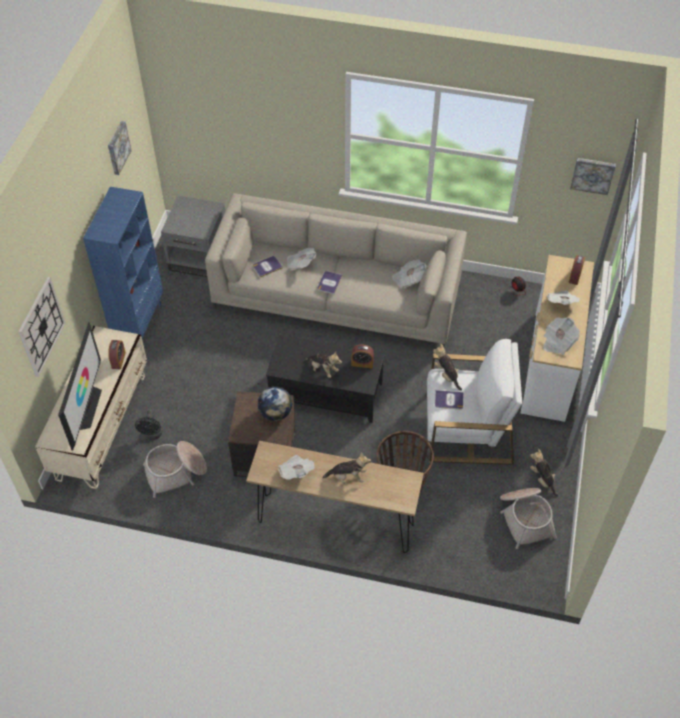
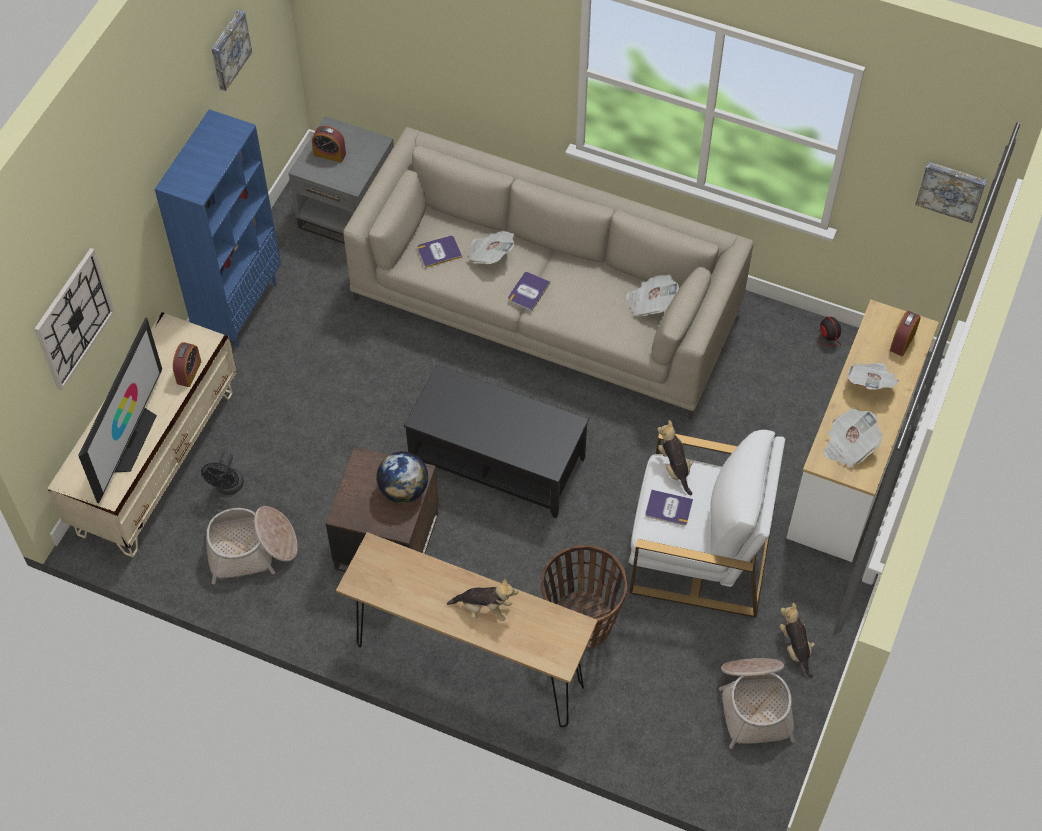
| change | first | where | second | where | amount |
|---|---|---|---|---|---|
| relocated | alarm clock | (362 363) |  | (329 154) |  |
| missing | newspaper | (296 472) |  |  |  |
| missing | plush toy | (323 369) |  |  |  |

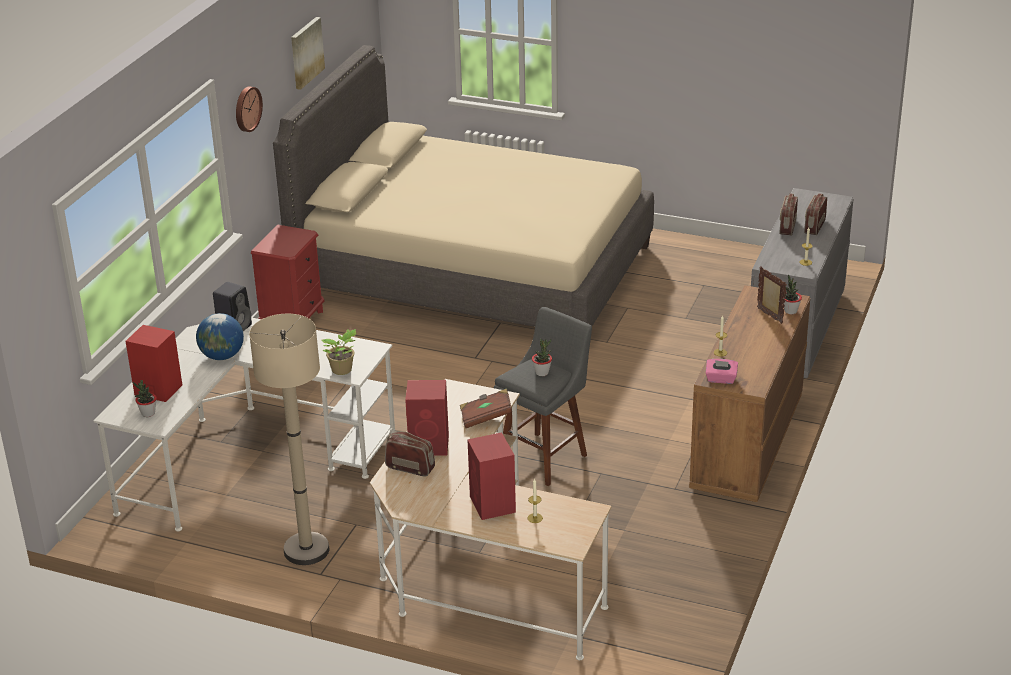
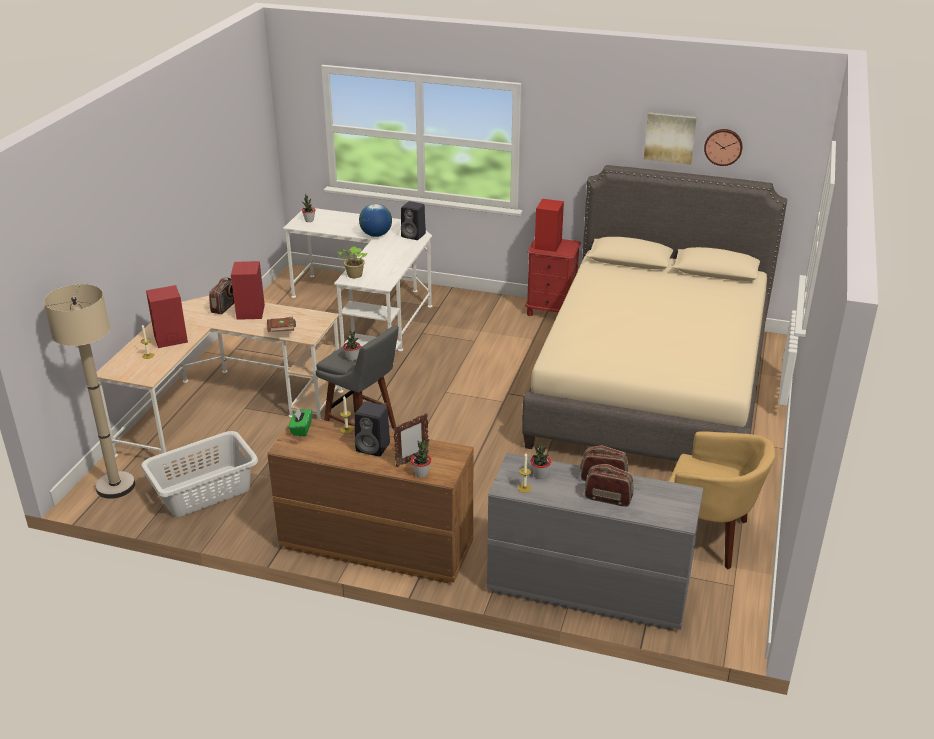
| change | first | where | second | where | amount |
|---|---|---|---|---|---|
| relocated | floor lamp (beige) | (306 550) |  | (115 486) |  |
| appeared |  |  | laundry basket (grey) | (203 491) |  |
| colour | tissue box (pink) | (721 379) | tissue box (green) | (301 429) |  |
| appeared |  |  | speaker (black) | (374 447) |  |
| appeared |  |  | potted plant | (540 475) |  |
| relocated | speaker (red) | (157 389) |  | (548 244) |  |
| appeared |  |  | armchair (yellow) | (707 536) |  |
| relocated | wall clock | (246 108) |  | (723 146) |  |

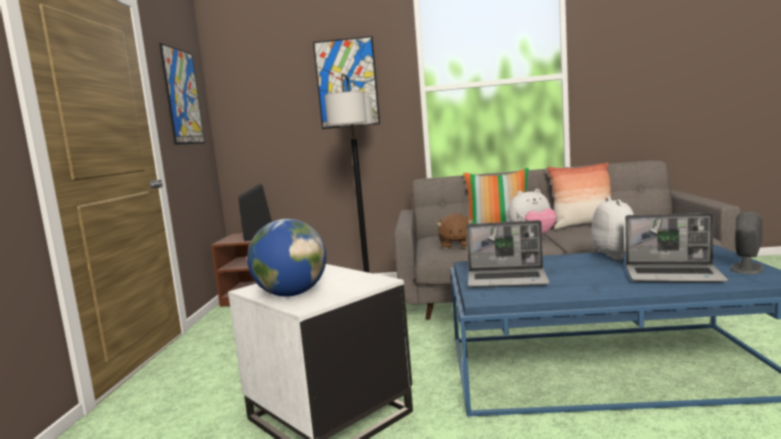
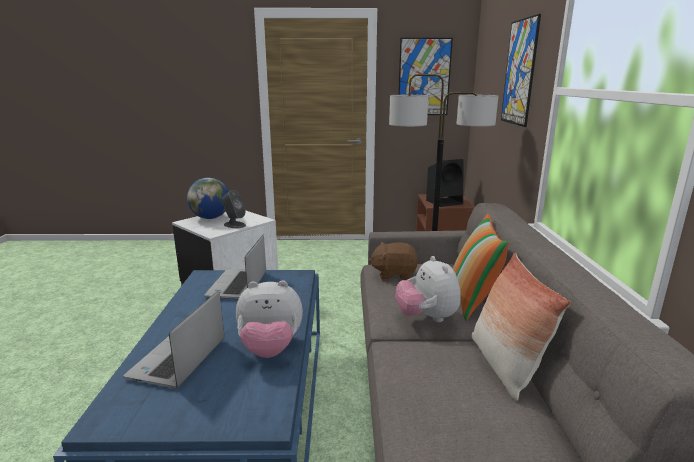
| change | first | where | second | where | amount |
|---|---|---|---|---|---|
| relocated | speaker (grey) | (746 269) |  | (234 225) |  |

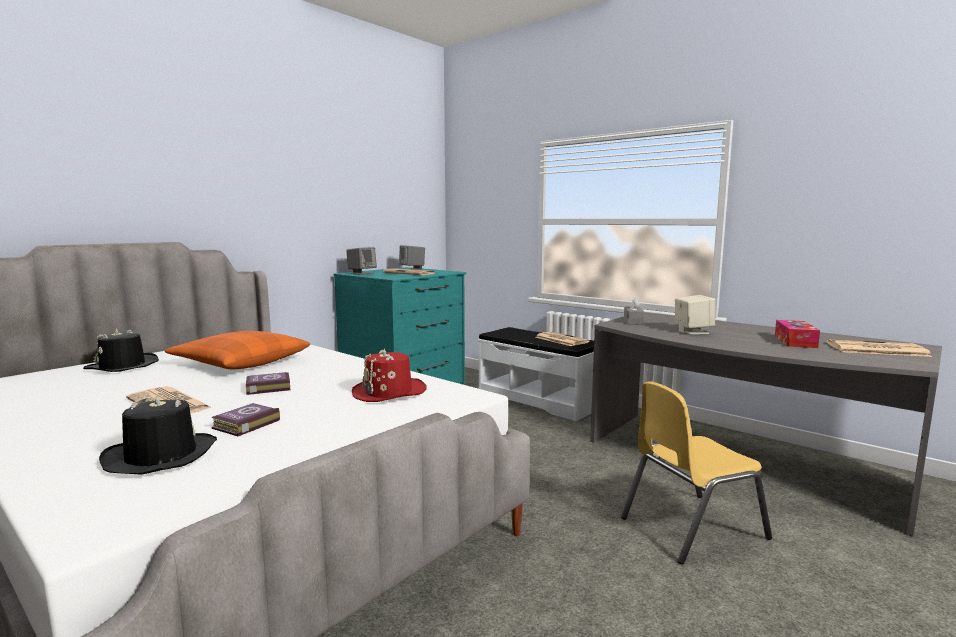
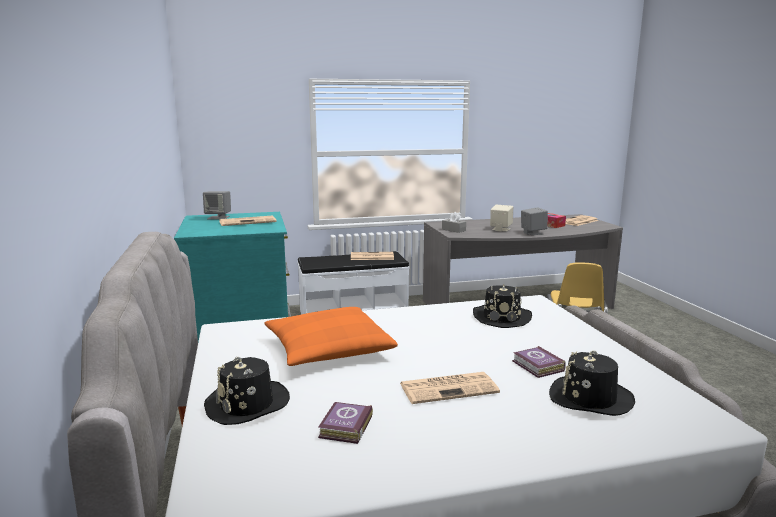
| change | first | where | second | where | amount |
|---|---|---|---|---|---|
| relocated | book | (267 387) |  | (344 427) |  |
| colour | hat (red) | (389 392) | hat (black) | (502 317) |  |
| relocated | speaker (grey) | (362 273) |  | (532 233) |  |

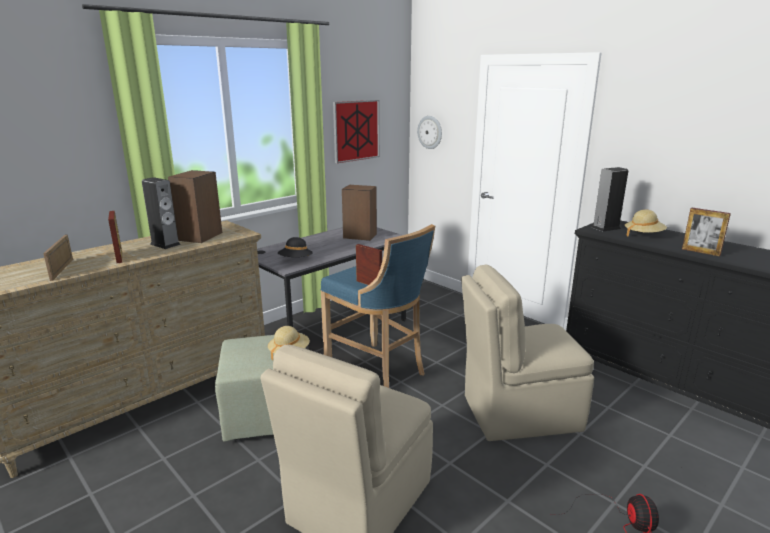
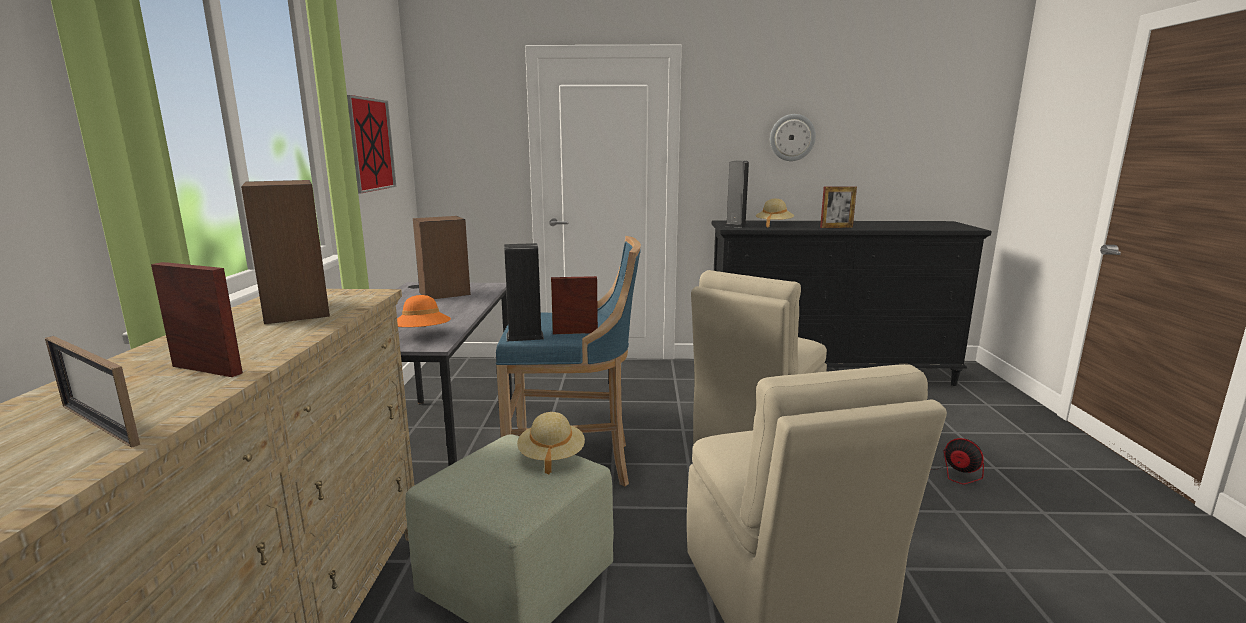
| change | first | where | second | where | amount |
|---|---|---|---|---|---|
| colour | hat (black) | (295 260) | hat (orange) | (423 334) |  |
| relocated | speaker | (165 244) |  | (525 336) |  |
| relocated | wall clock | (430 132) |  | (792 137) |  |

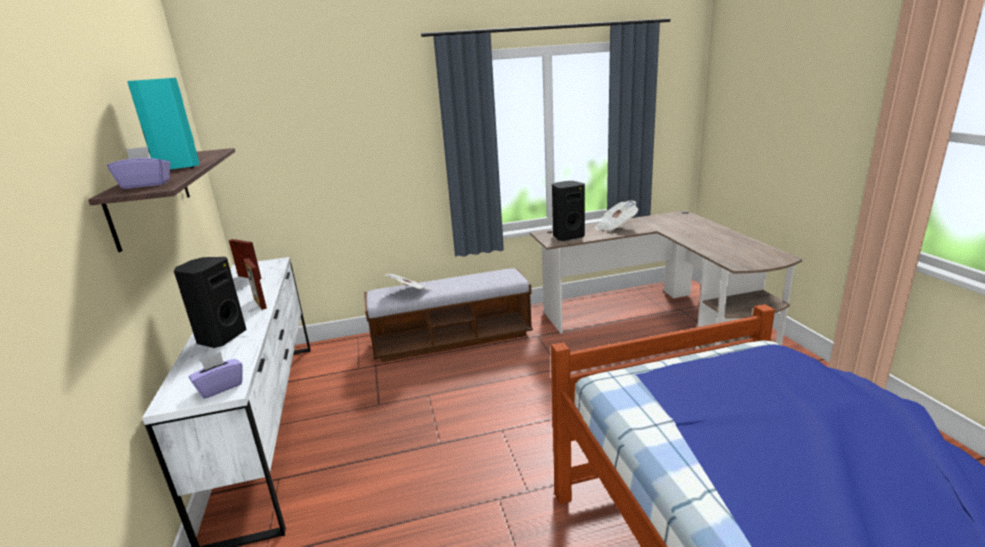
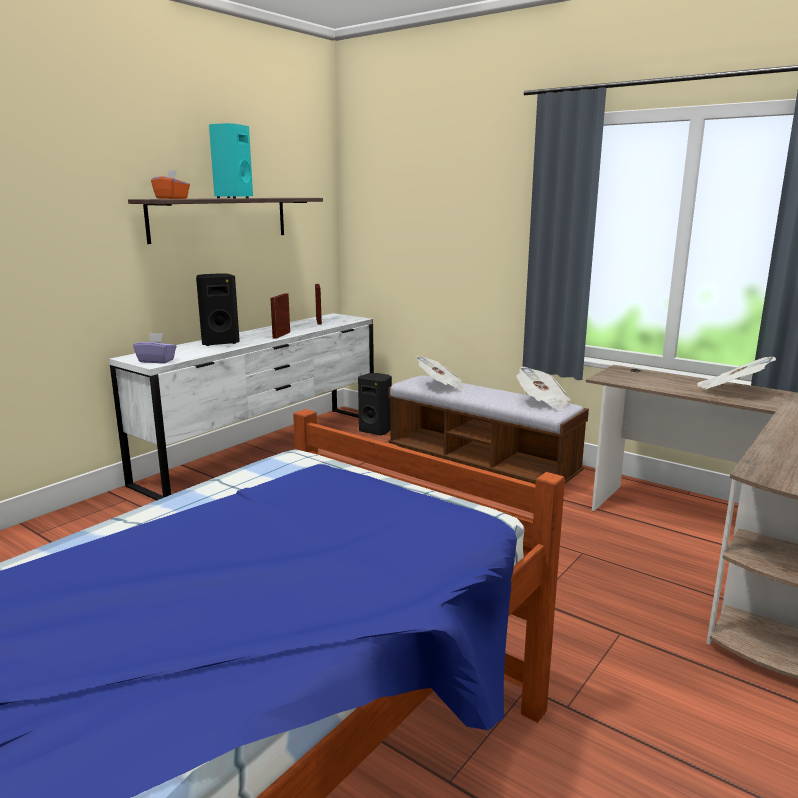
| change | first | where | second | where | amount |
|---|---|---|---|---|---|
| colour | tissue box (purple) | (146 185) | tissue box (orange) | (172 198) |  |
| relocated | speaker (black) | (567 236) |  | (376 430) |  |
| appeared |  |  | newspaper | (542 402) |  |

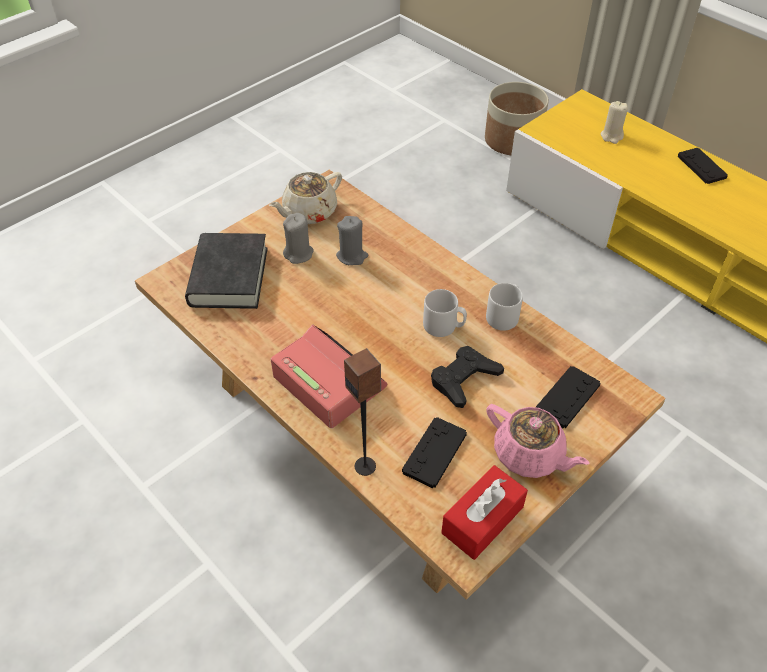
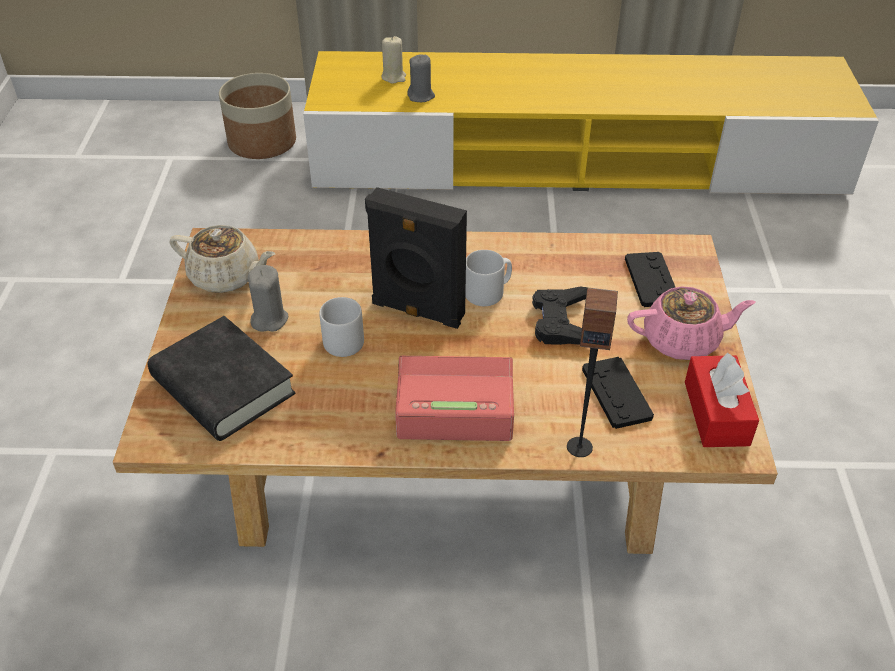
| change | first | where | second | where | amount |
|---|---|---|---|---|---|
| spun | teapot (beige) | (309 212) |  | (226 277) | 75 degrees counterclockwise |
| relocated | mug (grey) | (504 316) |  | (343 339) |  |
| appeared |  |  | speaker (black) | (417 311) |  |
| relocated | candle (grey) | (352 256) |  | (421 96) |  |
| missing | game controller (black) | (701 166) |  |  |  |

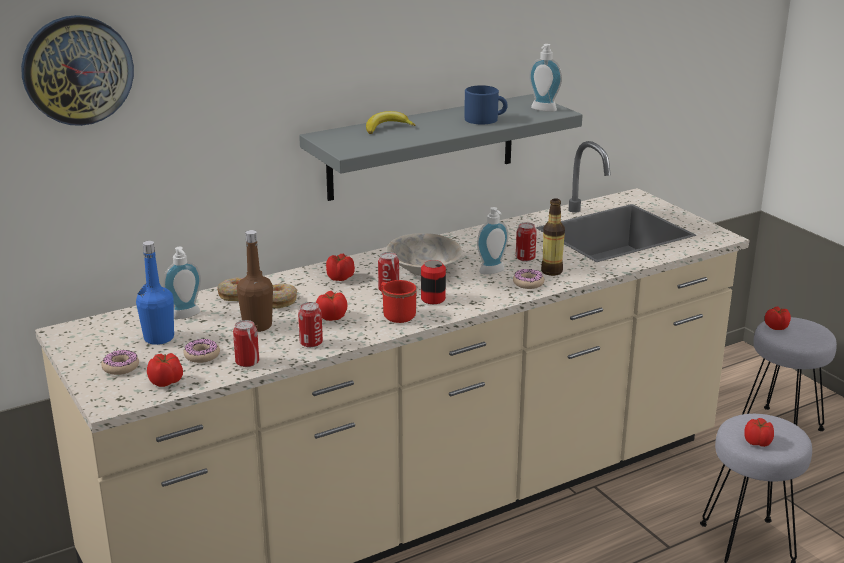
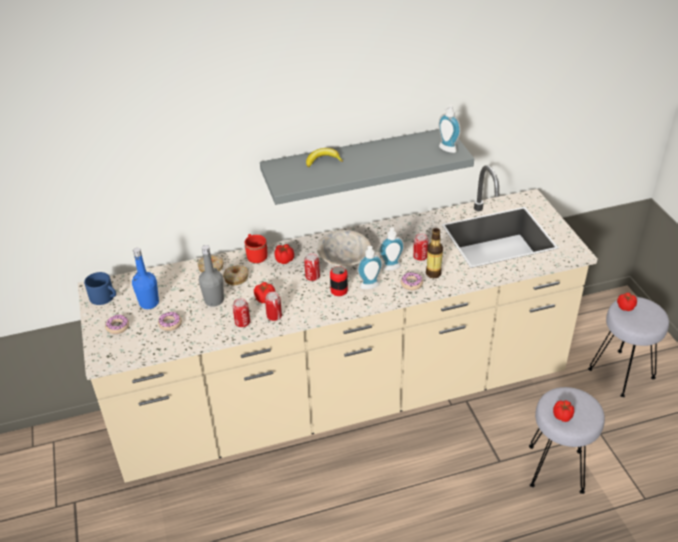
| change | first | where | second | where | amount |
|---|---|---|---|---|---|
| relocated | mug (blue) | (485 119) |  | (104 297) |  |
| colour | bottle (brown) | (257 326) | bottle (grey) | (214 300) |  |
| relocated | mug (red) | (396 315) |  | (256 255) |  |
| relocated | can | (247 362) |  | (274 316) |  |
| relocated | soap dispenser | (186 316) |  | (370 287) |  |
| missing | wall clock | (77 70) |  |  |  |
| missing | tomato | (166 382) |  |  |  |

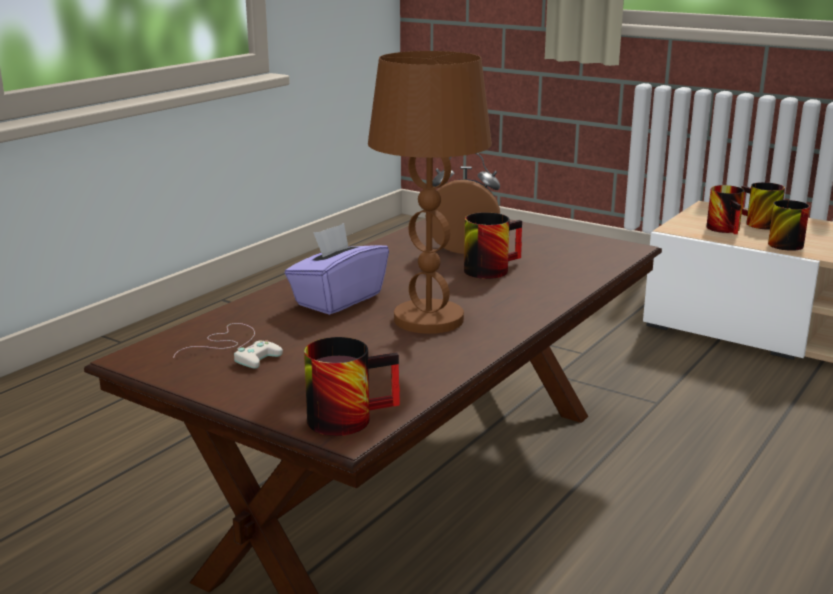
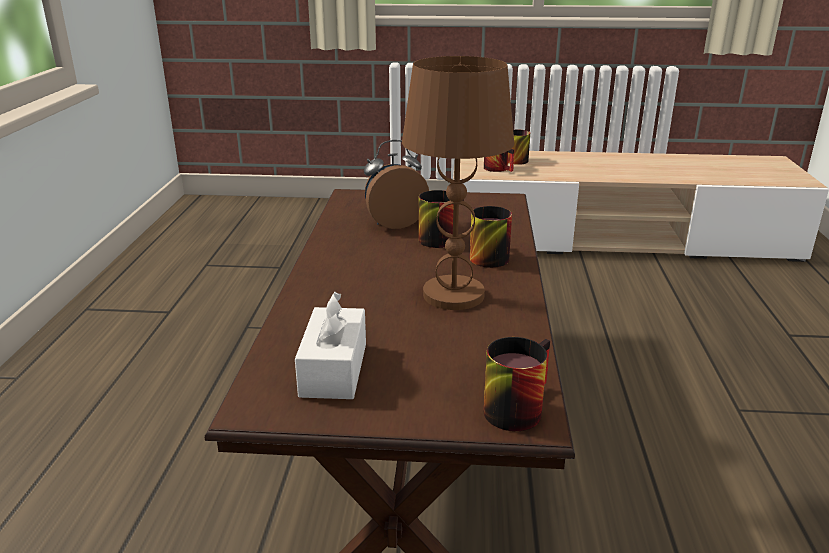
| change | first | where | second | where | amount |
|---|---|---|---|---|---|
| exchanged | game controller (white) | (235 348) | tissue box (white) | (334 369) |  |
| relocated | mug | (781 242) |  | (482 256) |  |
| missing | tissue box (purple) | (338 299) |  |  |  |

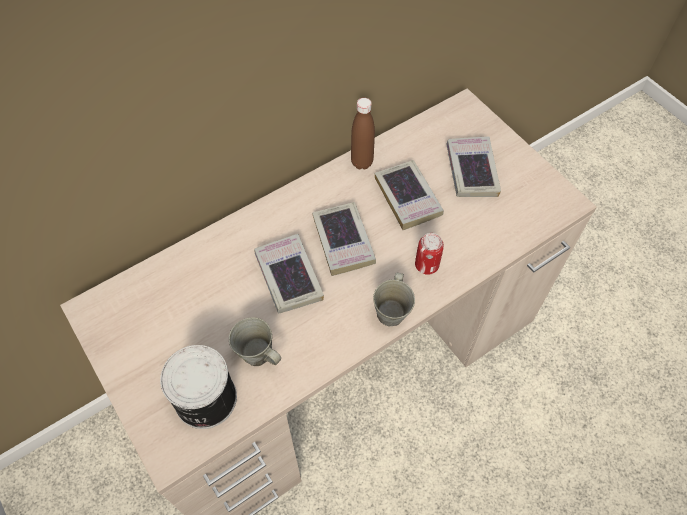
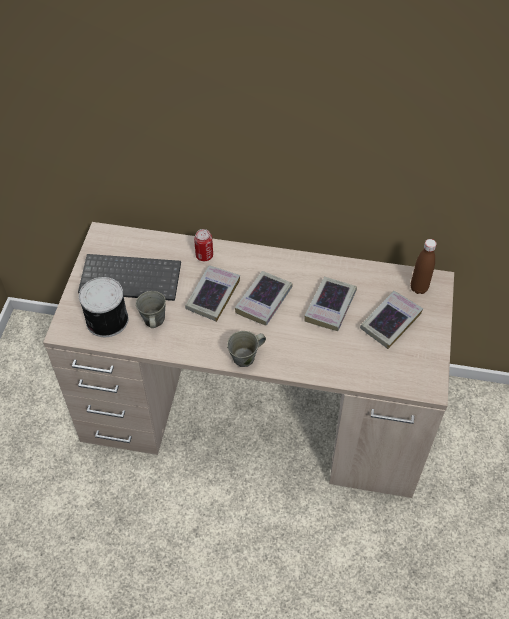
| change | first | where | second | where | amount |
|---|---|---|---|---|---|
| appeared |  |  | keyboard | (132 278) |  |
| relocated | can | (426 265) |  | (204 255) |  |
| relocated | bottle (brown) | (362 162) |  | (419 288) |  |

